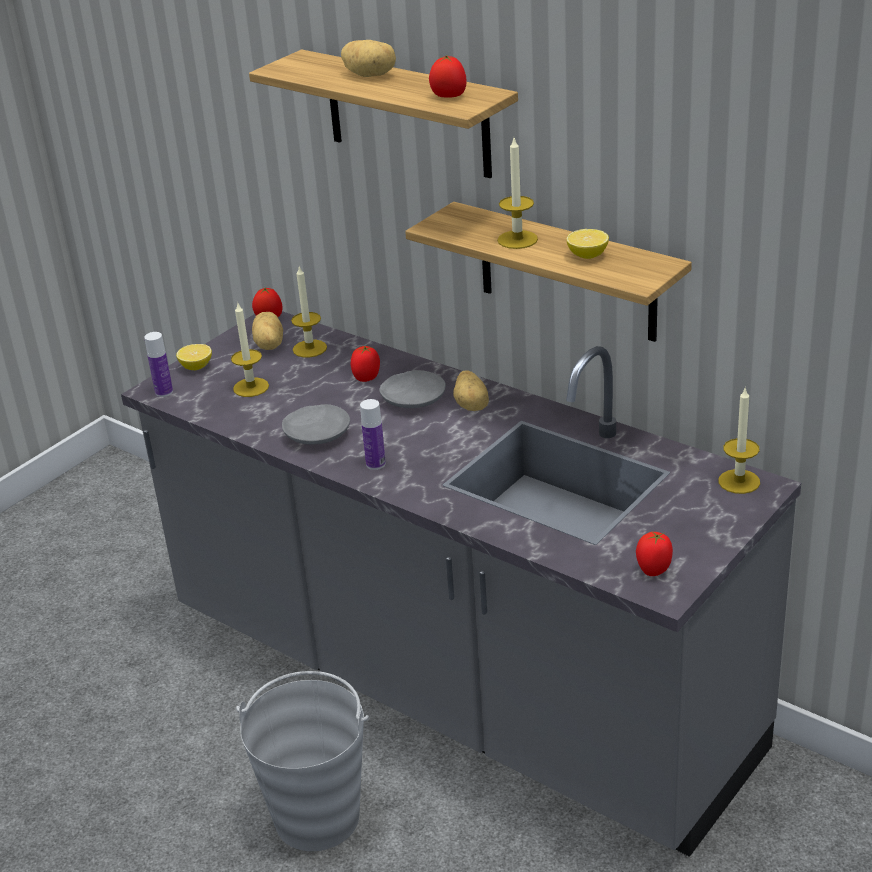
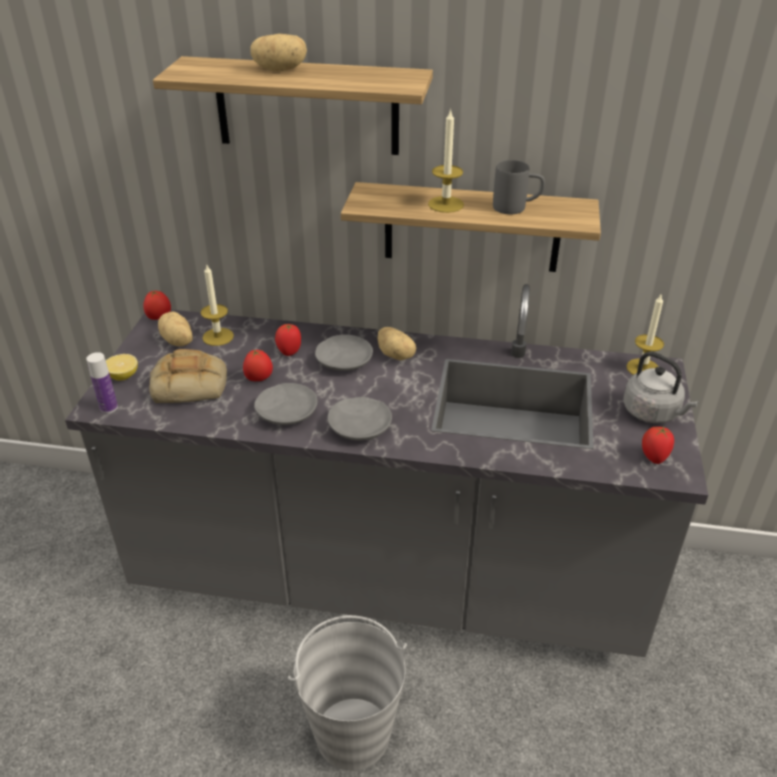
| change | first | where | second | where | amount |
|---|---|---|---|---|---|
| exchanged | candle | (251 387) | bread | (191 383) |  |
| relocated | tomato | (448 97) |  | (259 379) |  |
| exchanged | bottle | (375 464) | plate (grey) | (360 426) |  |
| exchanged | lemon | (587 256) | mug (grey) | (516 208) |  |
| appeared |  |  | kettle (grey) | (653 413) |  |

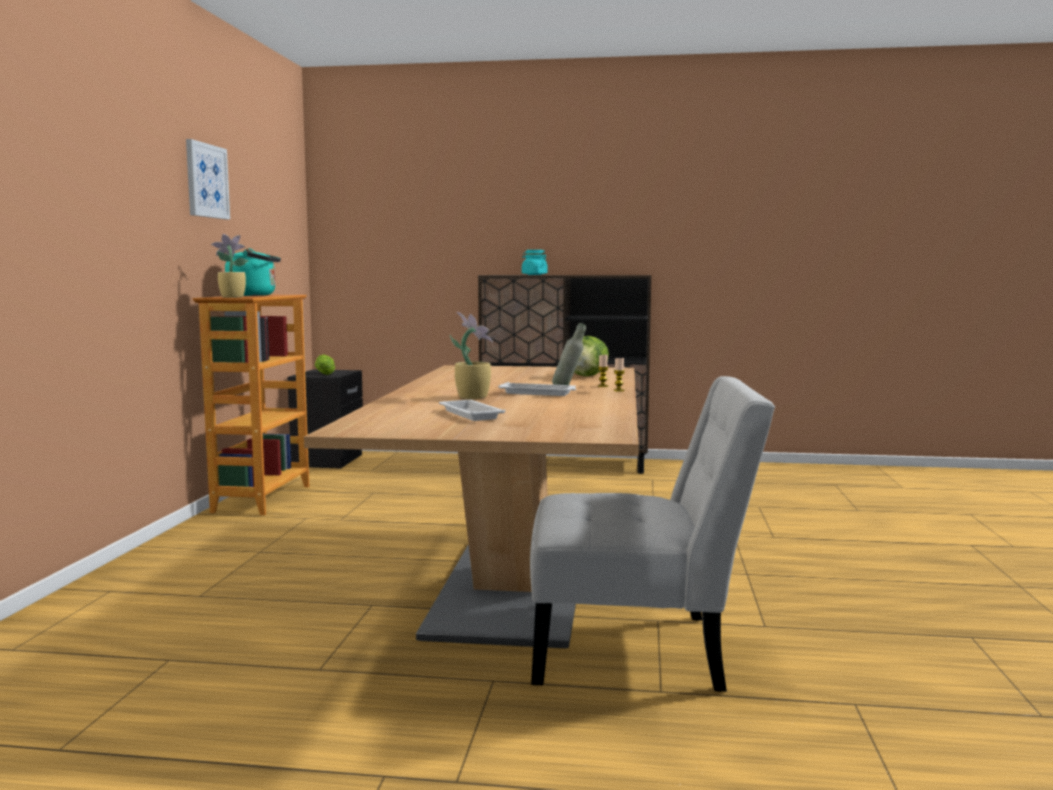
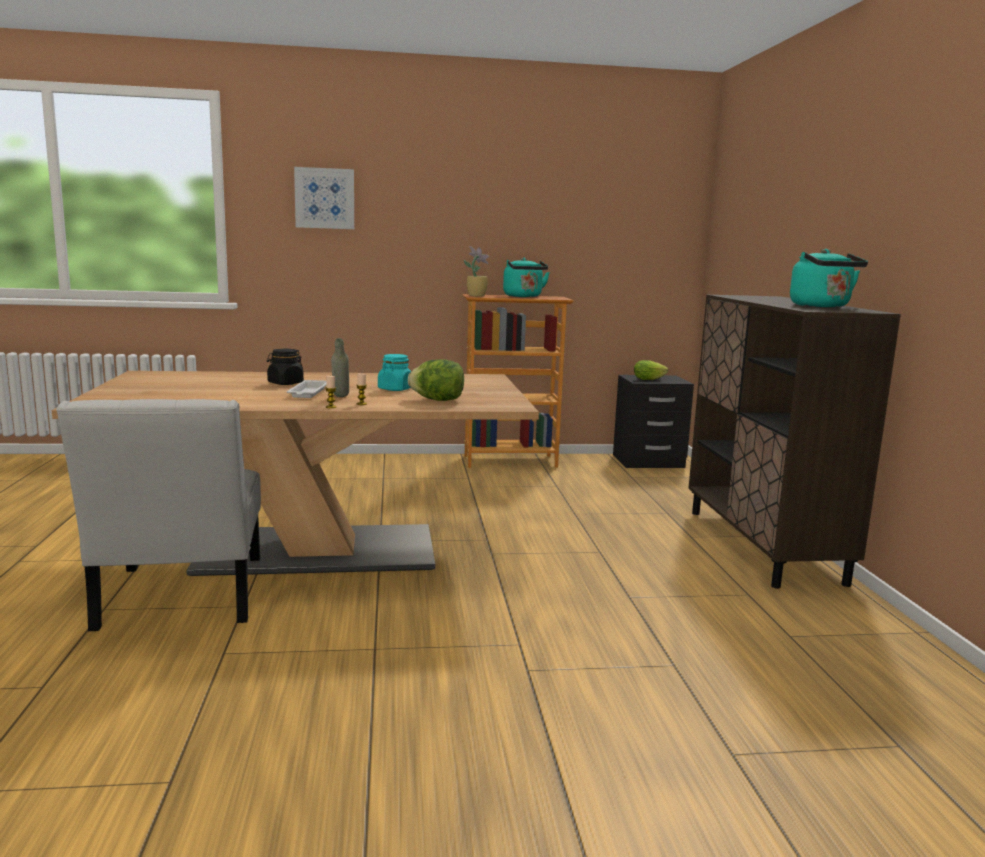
| change | first | where | second | where | amount |
|---|---|---|---|---|---|
| exchanged | potted plant | (472 397) | jar (black) | (285 383) |  |
| relocated | picture | (206 181) |  | (324 198) |  |
| relocated | jar (turquoise) | (534 274) |  | (395 389) |  |
| appeared |  |  | kettle (turquoise) | (822 306) |  |
| missing | tray (white) | (470 414) |  |  |  |

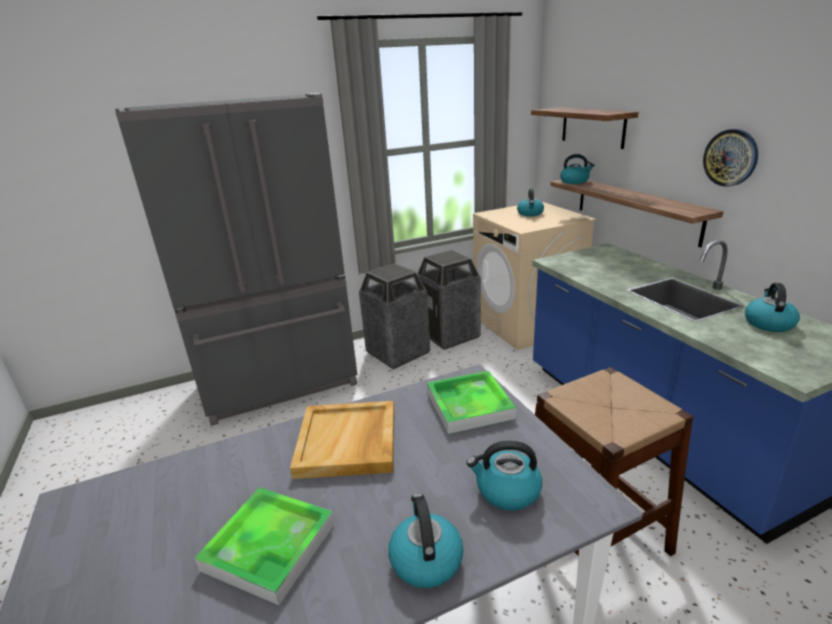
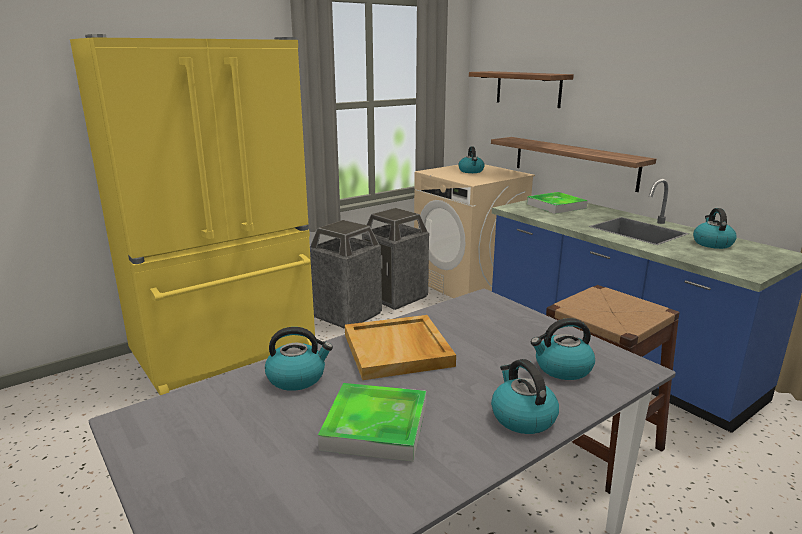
| change | first | where | second | where | amount |
|---|---|---|---|---|---|
| colour | fridge (grey) | (281 383) | fridge (yellow) | (227 351) |  |
| relocated | kettle | (574 181) |  | (297 377) |  |
| relocated | tray | (469 405) |  | (556 206) |  |
| missing | wall clock | (730 157) |  |  |  |

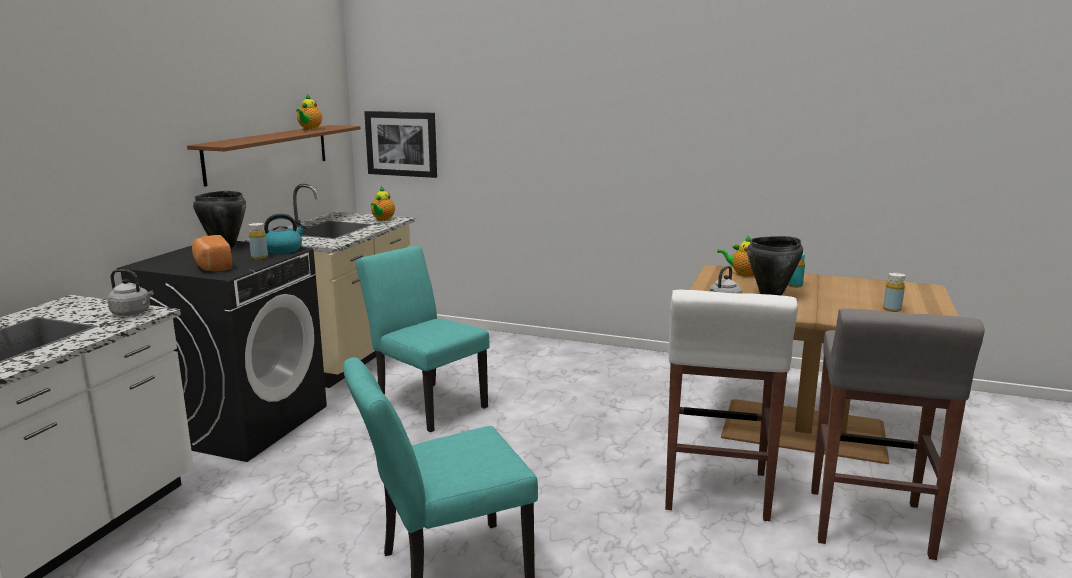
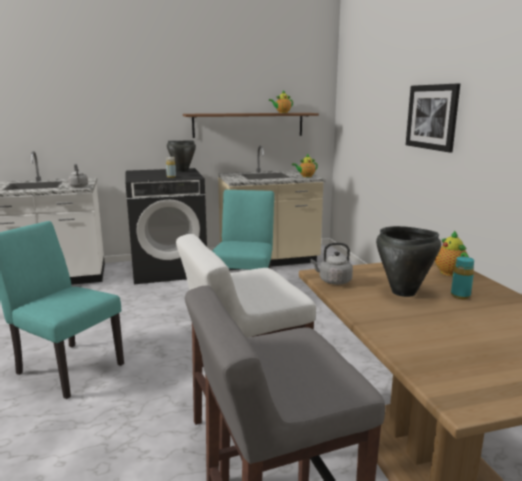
| change | first | where | second | where | amount |
|---|---|---|---|---|---|
| relocated | picture | (401 143) |  | (432 117) |  |
| missing | bread | (212 266) |  |  |  |
| missing | kettle | (283 250) |  |  |  |
| missing | bottle (yellow) | (892 309) |  |  |  |

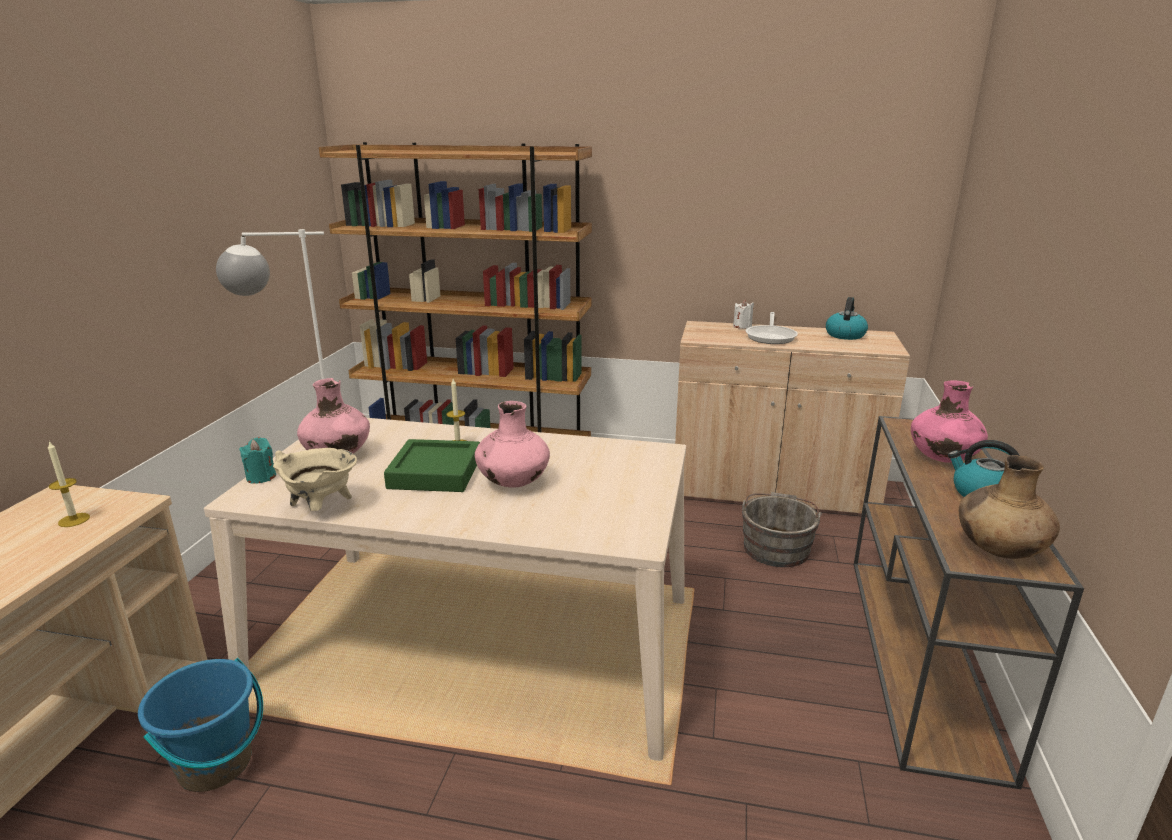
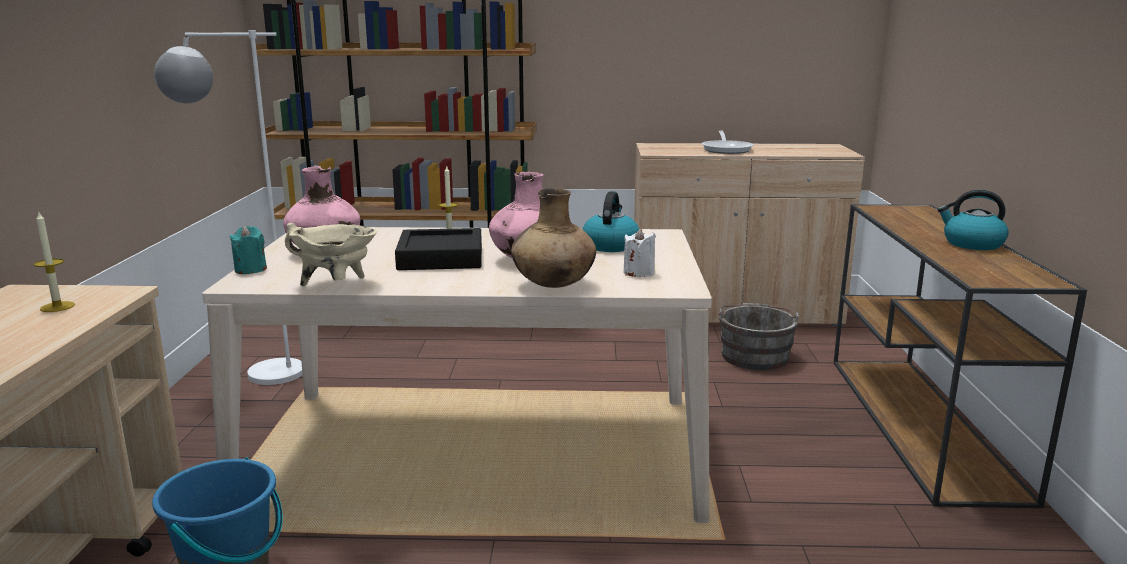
| change | first | where | second | where | amount |
|---|---|---|---|---|---|
| colour | tray (green) | (435 473) | tray (black) | (440 258) |  |
| relocated | vase (brown) | (998 550) |  | (553 285) |  |
| relocated | kettle | (845 335) |  | (610 245) |  |
| relocated | candle (white) | (742 326) |  | (638 273) |  |
| missing | vase (pink) | (942 459) |  |  |  |

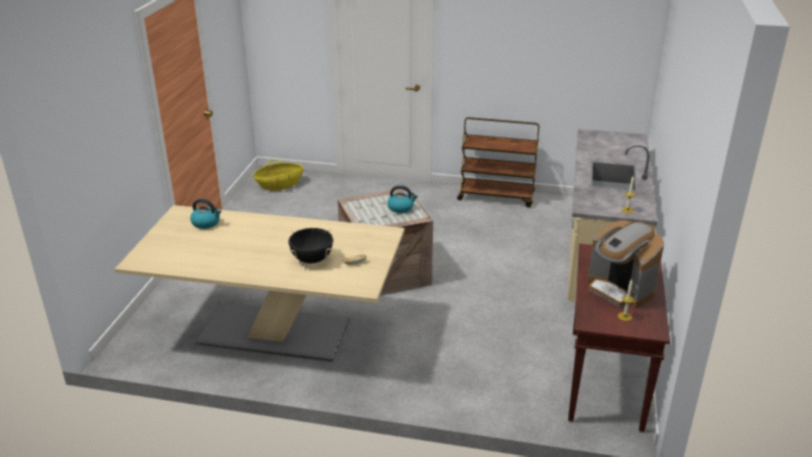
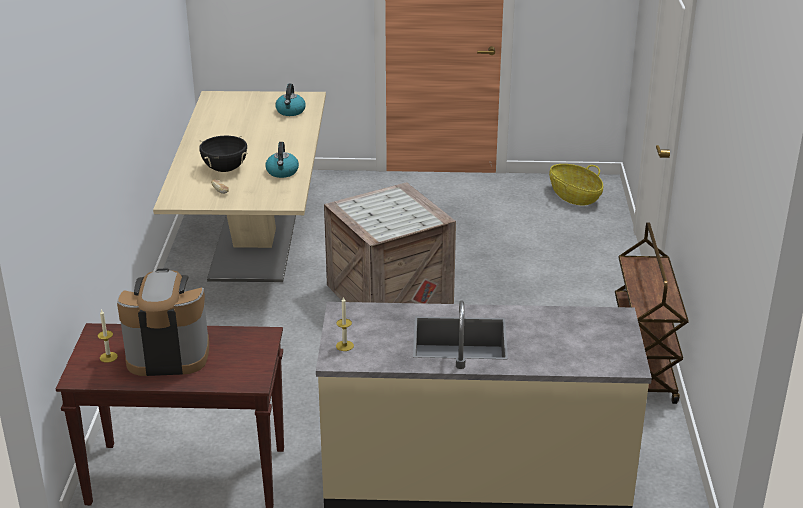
| change | first | where | second | where | amount |
|---|---|---|---|---|---|
| spun | coffee machine | (619 290) |  | (167 355) | 45 degrees clockwise |
| relocated | kettle | (401 208) |  | (282 172) |  |

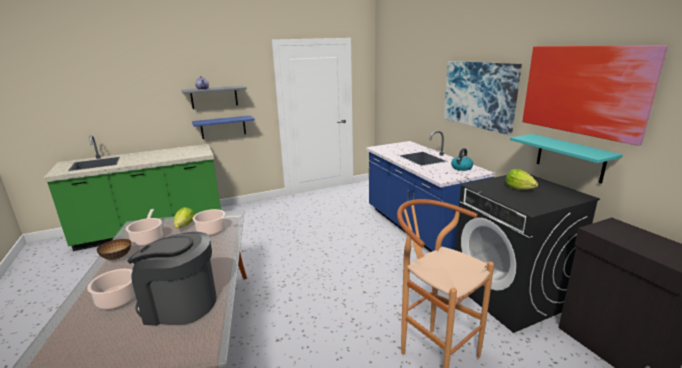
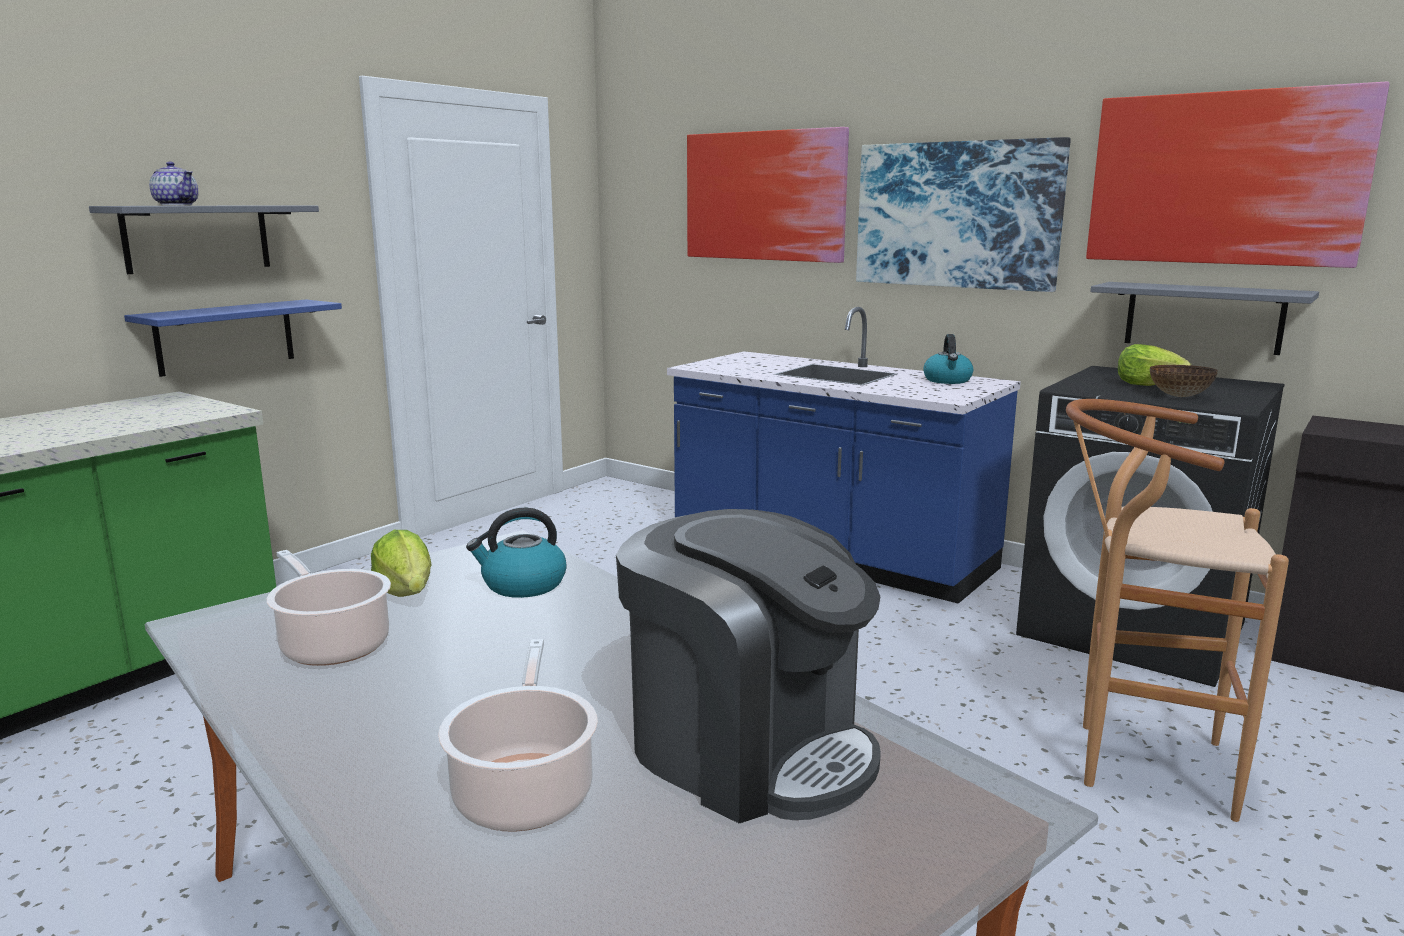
| change | first | where | second | where | amount |
|---|---|---|---|---|---|
| exchanged | cooking pot | (213 230) | kettle | (522 585) |  |
| spun | coffee machine | (180 304) |  | (748 749) | 120 degrees counterclockwise |
| appeared |  |  | picture | (765 196) |  |
| colour | shelf (turquoise) | (569 158) | shelf (grey) | (1203 317) |  |
| relocated | bowl | (117 257) |  | (1179 396) |  |

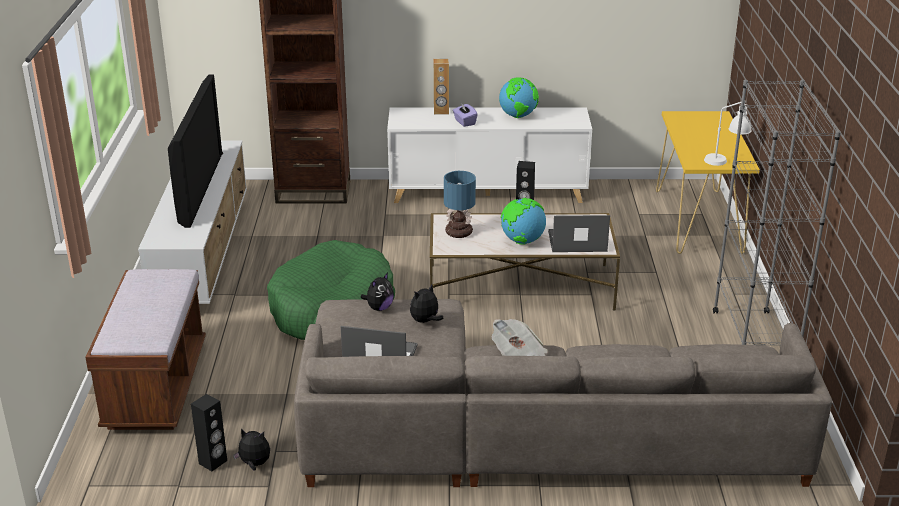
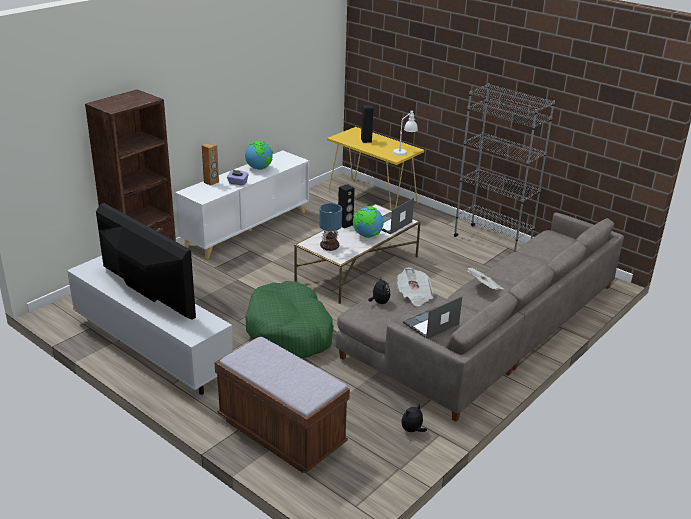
| change | first | where | second | where | amount |
|---|---|---|---|---|---|
| relocated | speaker (black) | (213 462) |  | (366 140) |  |
| exchanged | plush toy | (425 321) | newspaper | (414 296) |  |

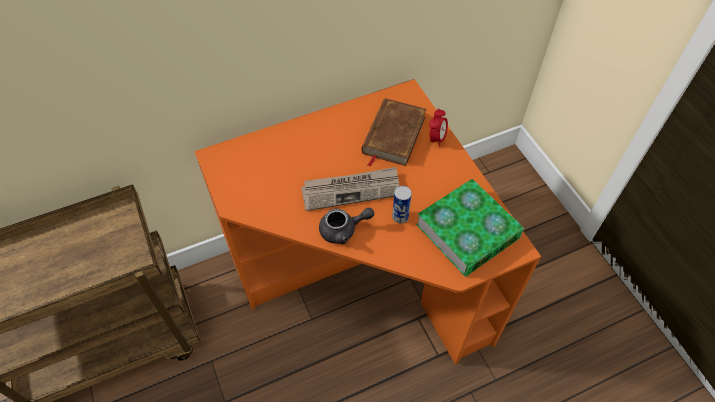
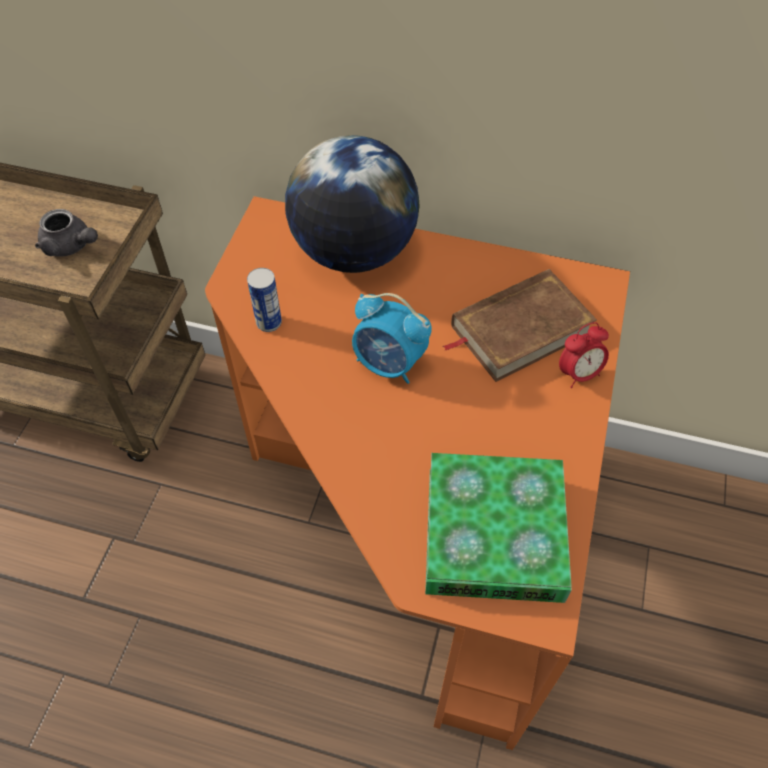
| change | first | where | second | where | amount |
|---|---|---|---|---|---|
| relocated | teapot (grey) | (343 230) |  | (71 246) |  |
| relocated | can | (400 217) |  | (269 322) |  |
| appeared |  |  | globe | (354 252) |  |
| exchanged | newspaper | (351 190) | alarm clock | (389 364) |  |

